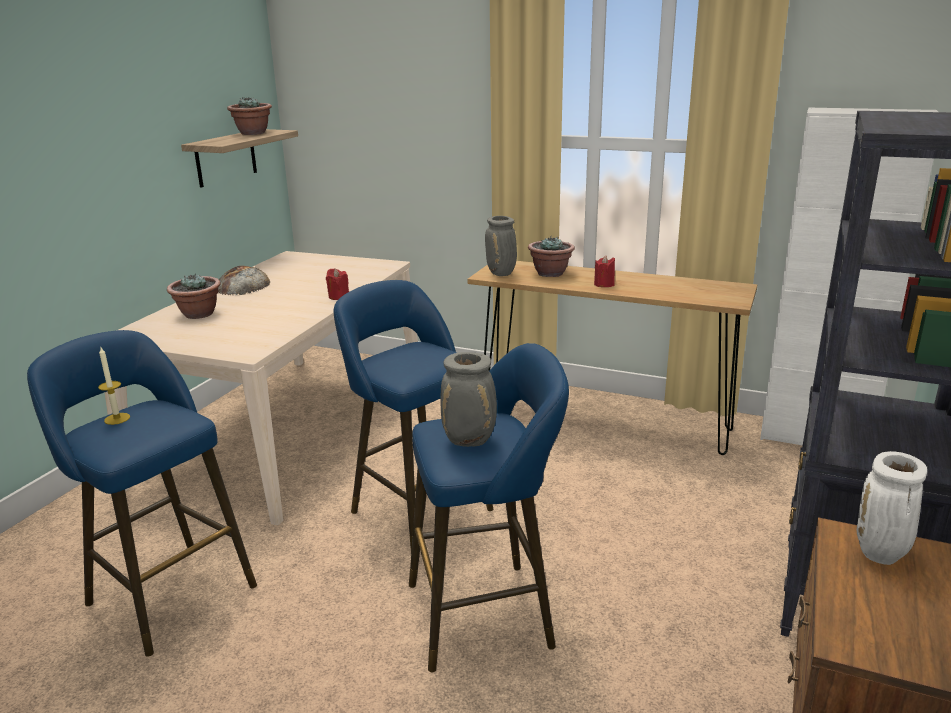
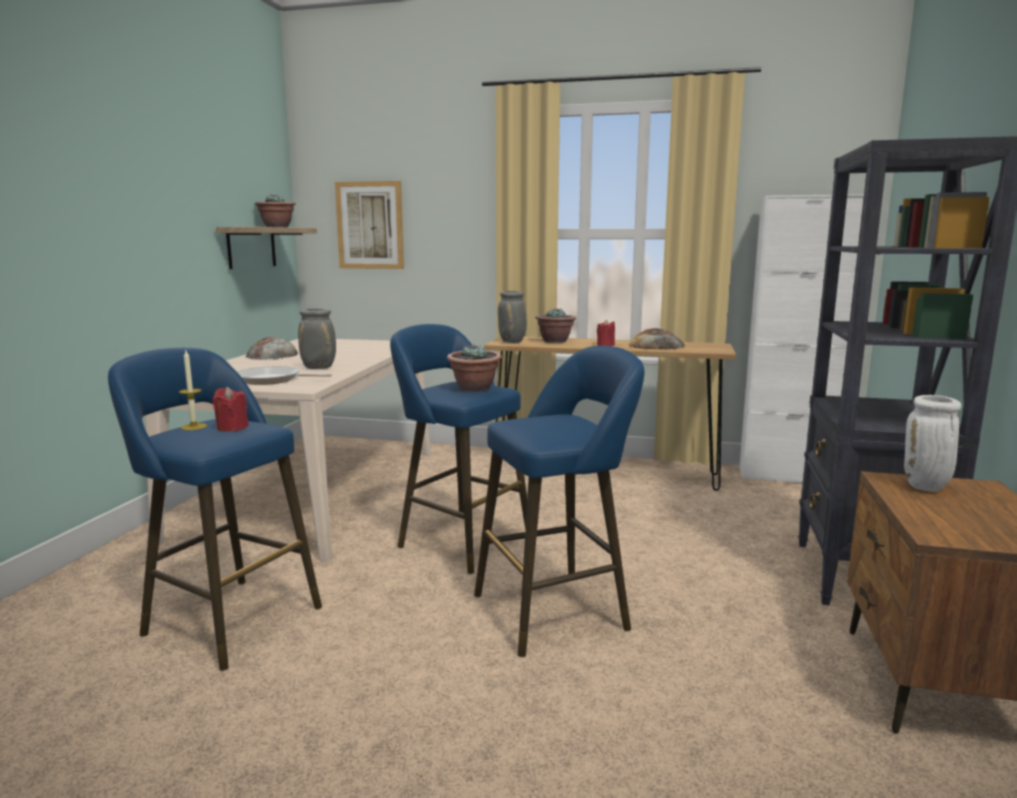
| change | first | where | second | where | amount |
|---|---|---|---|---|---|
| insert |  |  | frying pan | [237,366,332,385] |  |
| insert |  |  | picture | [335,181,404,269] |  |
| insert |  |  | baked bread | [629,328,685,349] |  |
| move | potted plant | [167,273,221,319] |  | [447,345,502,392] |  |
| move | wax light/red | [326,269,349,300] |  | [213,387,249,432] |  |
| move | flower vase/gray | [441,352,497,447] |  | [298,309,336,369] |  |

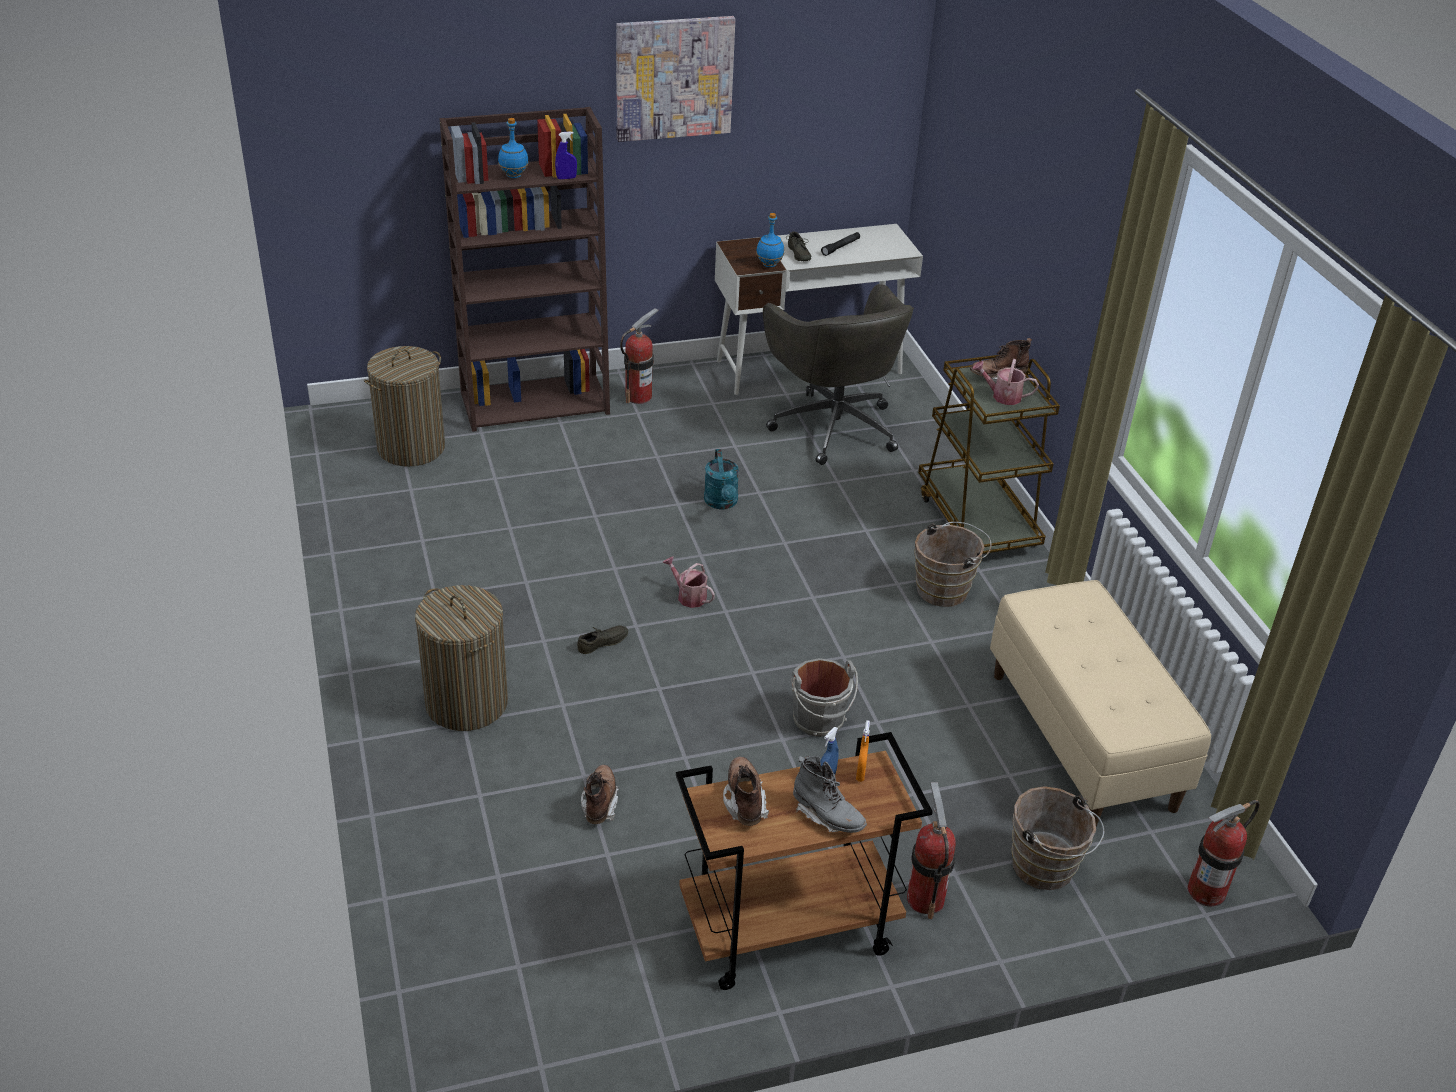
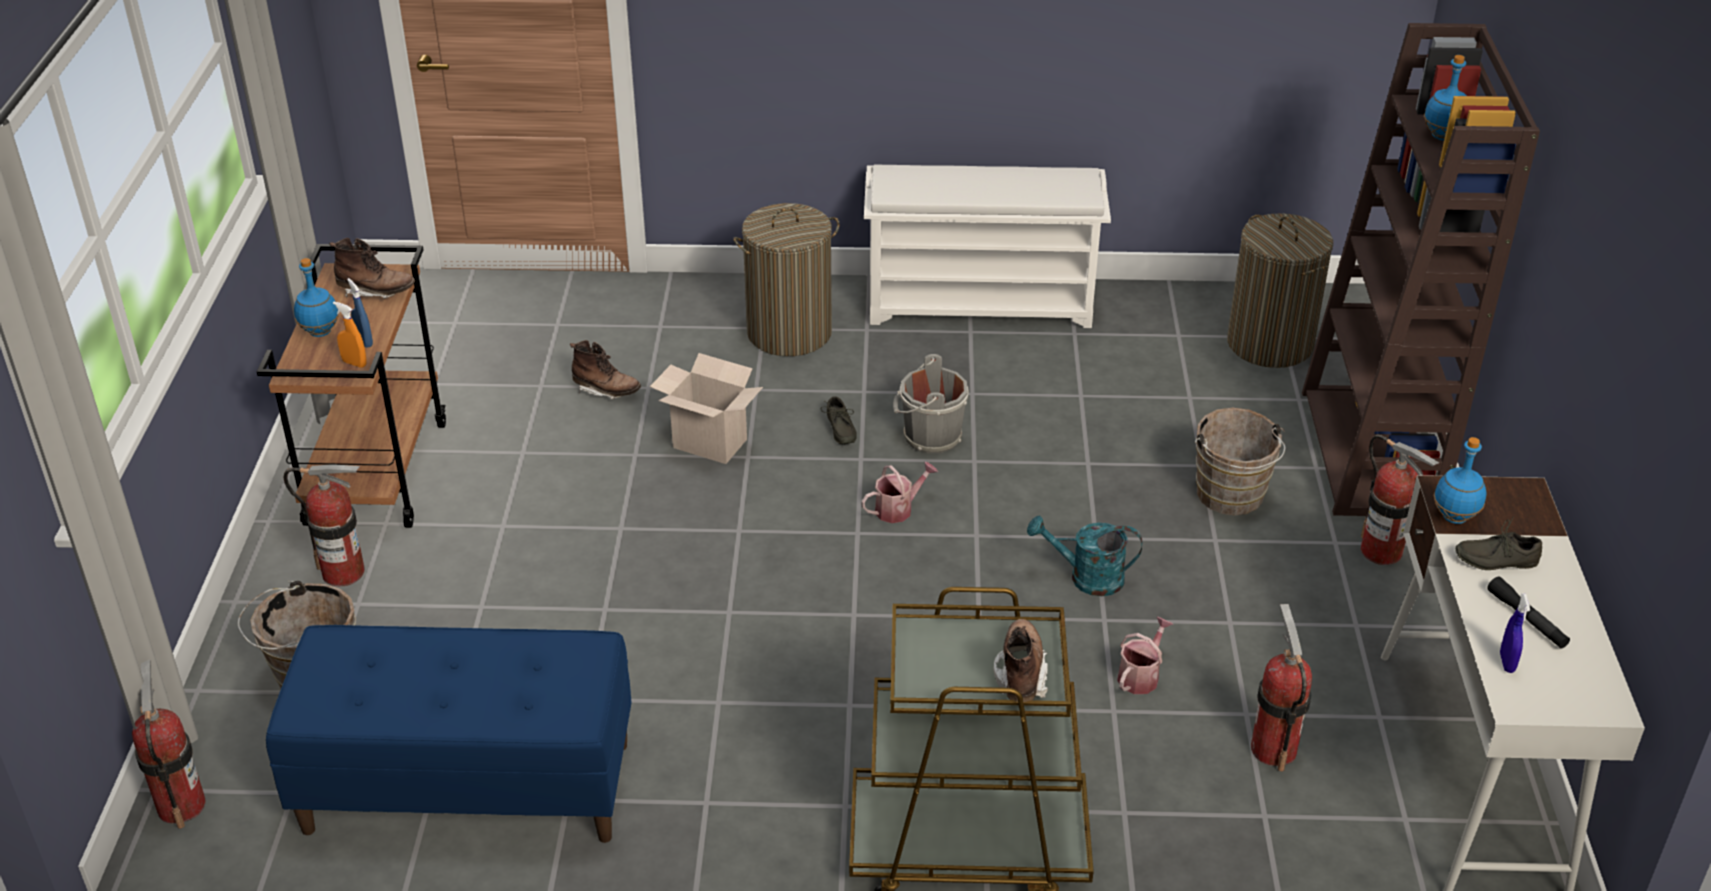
| change | first | where | second | where | amount |
|---|---|---|---|---|---|
| delete | picture | [616,16,735,142] |  |  |  |
| insert |  |  | cardboard box | [650,353,763,464] |  |
| insert |  |  | shoe rack/white-coloured | [864,165,1111,328] |  |
| move | hand sprayer/blue | [555,131,577,179] |  | [1500,593,1530,673] |  |
| move | pail/gray | [791,658,858,737] |  | [893,354,969,453] |  |
| move | pail/brownish | [914,522,992,607] |  | [1195,408,1285,515] |  |
| move | sprinkling can | [972,359,1039,405] |  | [1117,617,1173,694] |  |
| replace | computer chair/gray | [763,284,914,465] | fire-fighting cylinder | [1251,604,1312,772] |  |
| replace | high-top boot/gray | [793,756,867,833] | beverage bottle/blue | [294,258,339,337] |  |
| recolor | bench/beige | [990,580,1211,826] | bench/blue | [266,625,632,843] |  |

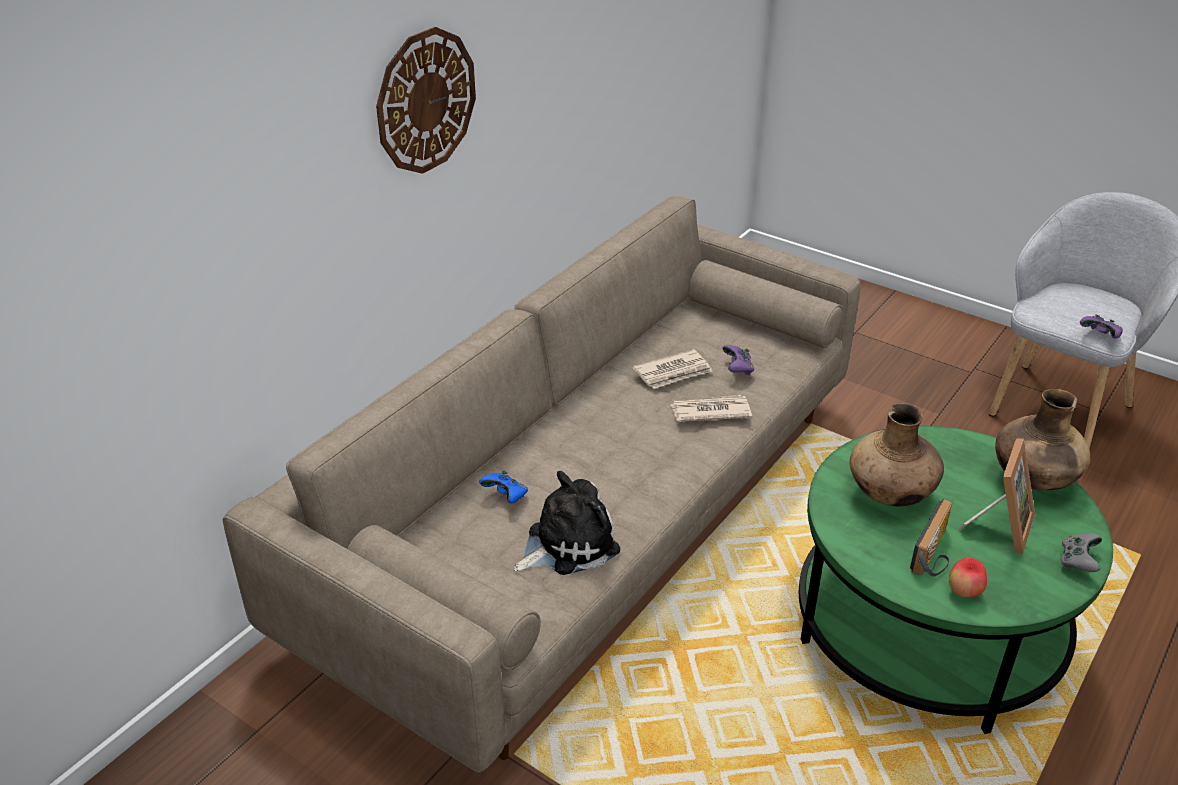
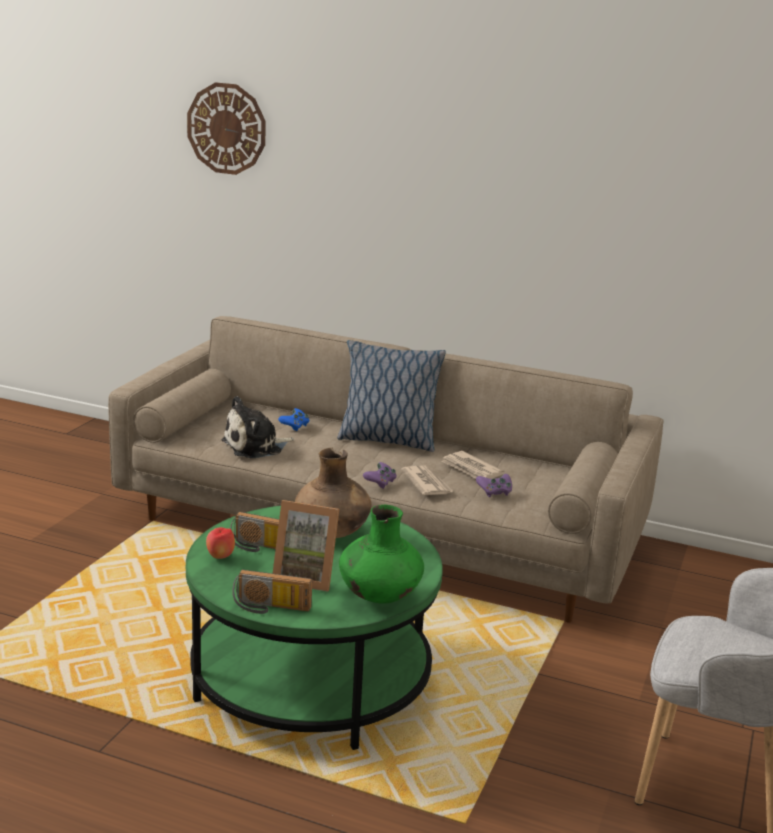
| change | first | where | second | where | amount |
|---|---|---|---|---|---|
| insert |  |  | cushion | [337,340,446,452] |  |
| move | hanging clock | [376,27,476,174] |  | [187,82,266,175] |  |
| move | game controller/purplish | [1080,314,1123,339] |  | [363,462,397,489] |  |
| replace | game controller/gray | [1060,533,1102,572] | radio | [232,570,312,614] |  |
| recolor | flower vase/brownish | [995,389,1090,490] | flower vase/green | [339,505,424,604] |  |
| rotate | soft toy | [514,471,620,575] |  | [222,396,294,458] | 105 degrees clockwise |

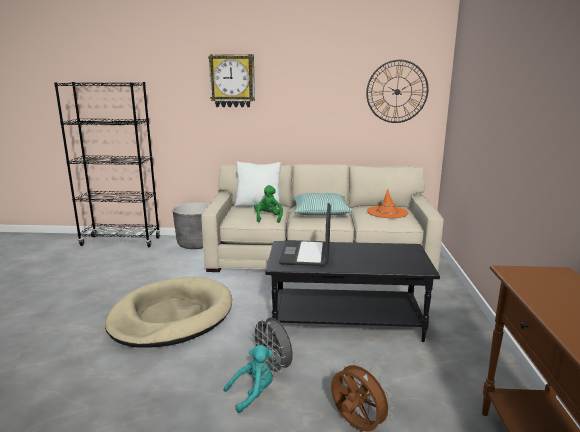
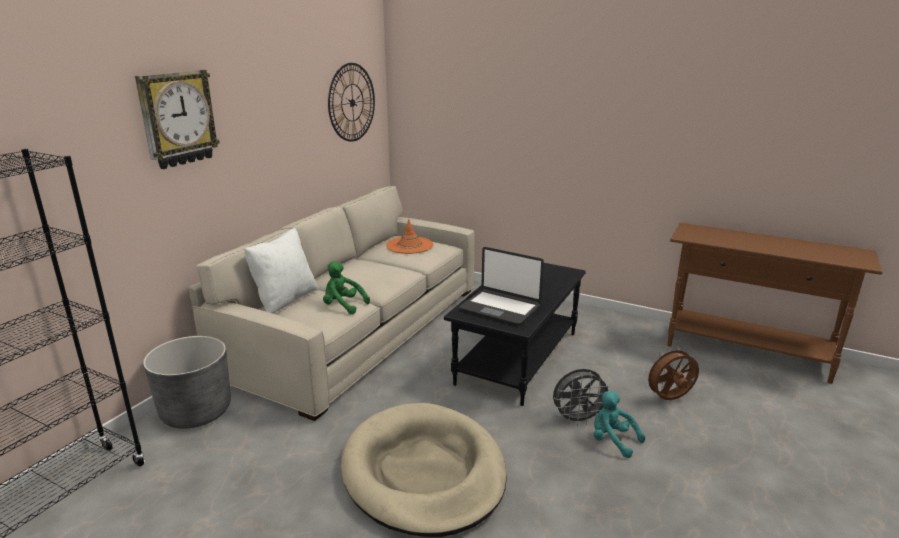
| change | first | where | second | where | amount |
|---|---|---|---|---|---|
| delete | cushion | [293,193,354,216] |  |  |  |
| rotate | soft toy/turquoise-coloured | [224,345,273,413] |  | [594,391,645,458] | 45 degrees counterclockwise |

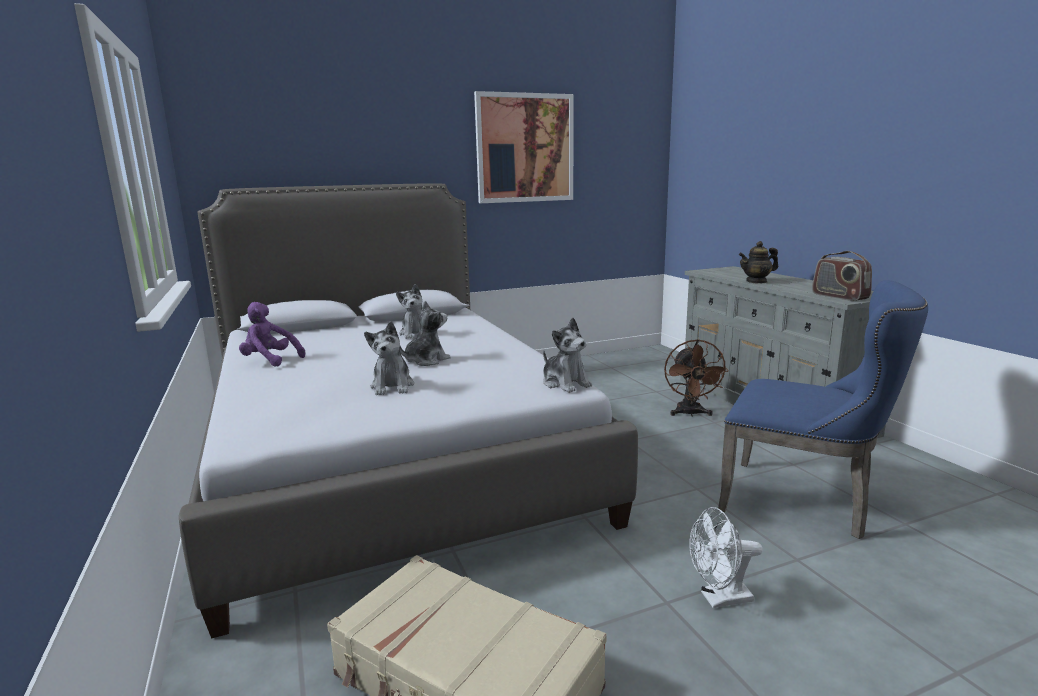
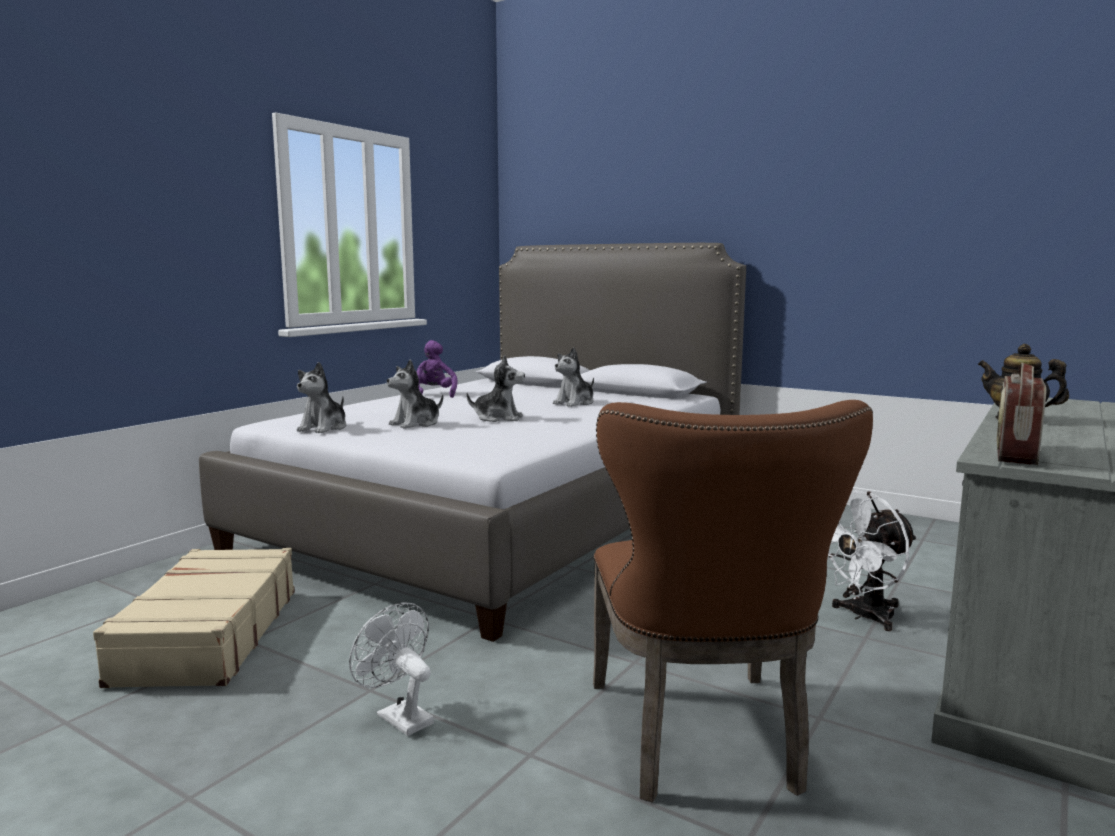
| change | first | where | second | where | amount |
|---|---|---|---|---|---|
| delete | picture | [474,91,574,203] |  |  |  |
| move | soft toy | [543,318,592,393] |  | [297,362,346,433] |  |
| recolor | fan/brownish | [664,339,729,417] | fan/white-coloured | [827,490,917,631] |  |
| recolor | upright chair/blue | [718,280,928,539] | upright chair/brownish | [593,400,873,803] |  |

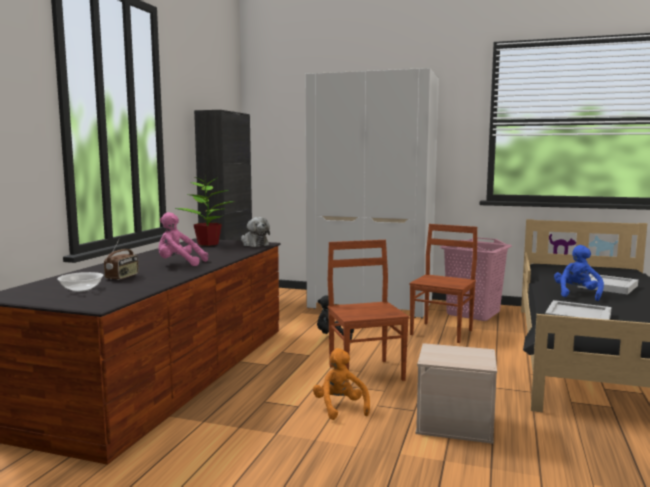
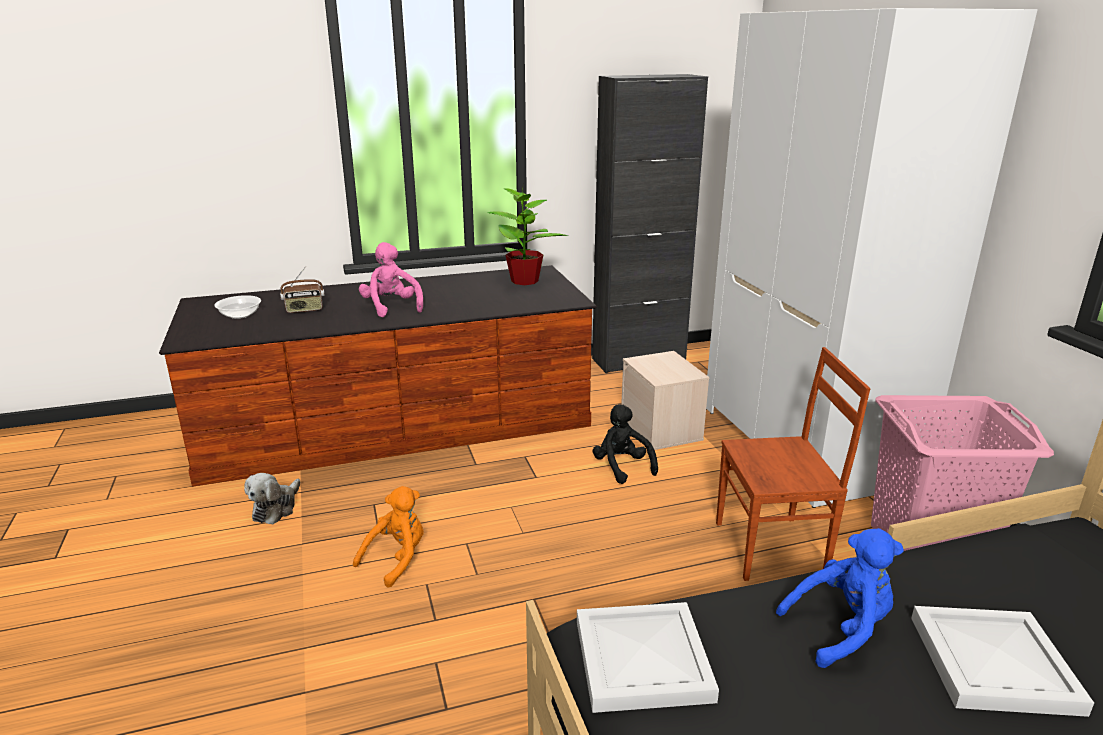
| change | first | where | second | where | amount |
|---|---|---|---|---|---|
| delete | upright chair/brownish | [328,240,409,381] |  |  |  |
| move | soft toy | [241,217,270,247] |  | [244,473,301,524] |  |
| move | storage container/beige | [415,343,497,444] |  | [621,351,709,450] |  |

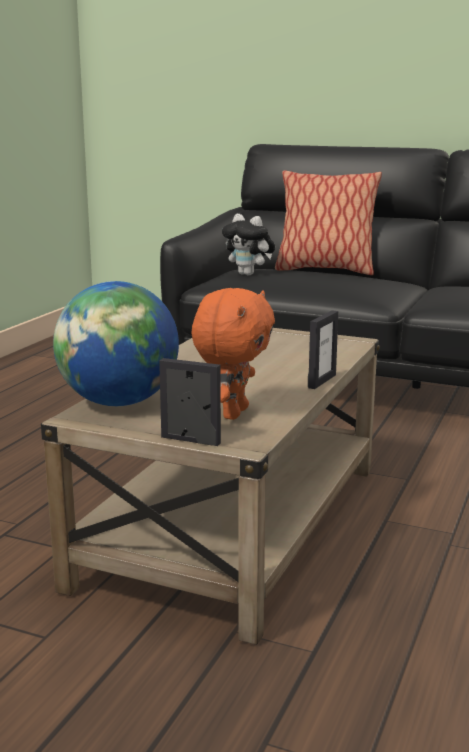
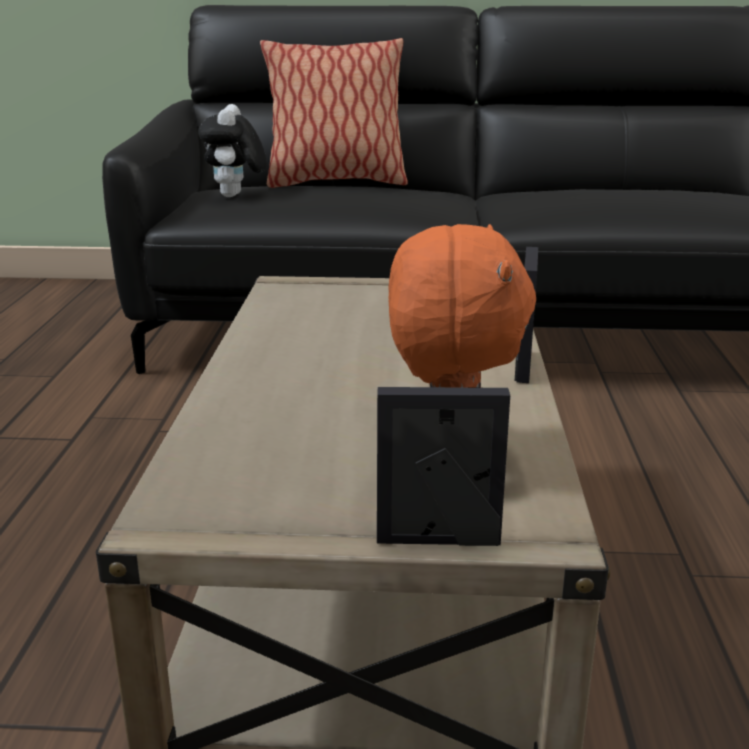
| change | first | where | second | where | amount |
|---|---|---|---|---|---|
| delete | world globe | [53,281,179,406] |  |  |  |
| rotate | soft toy | [222,214,275,275] |  | [198,104,267,197] | 75 degrees clockwise |

